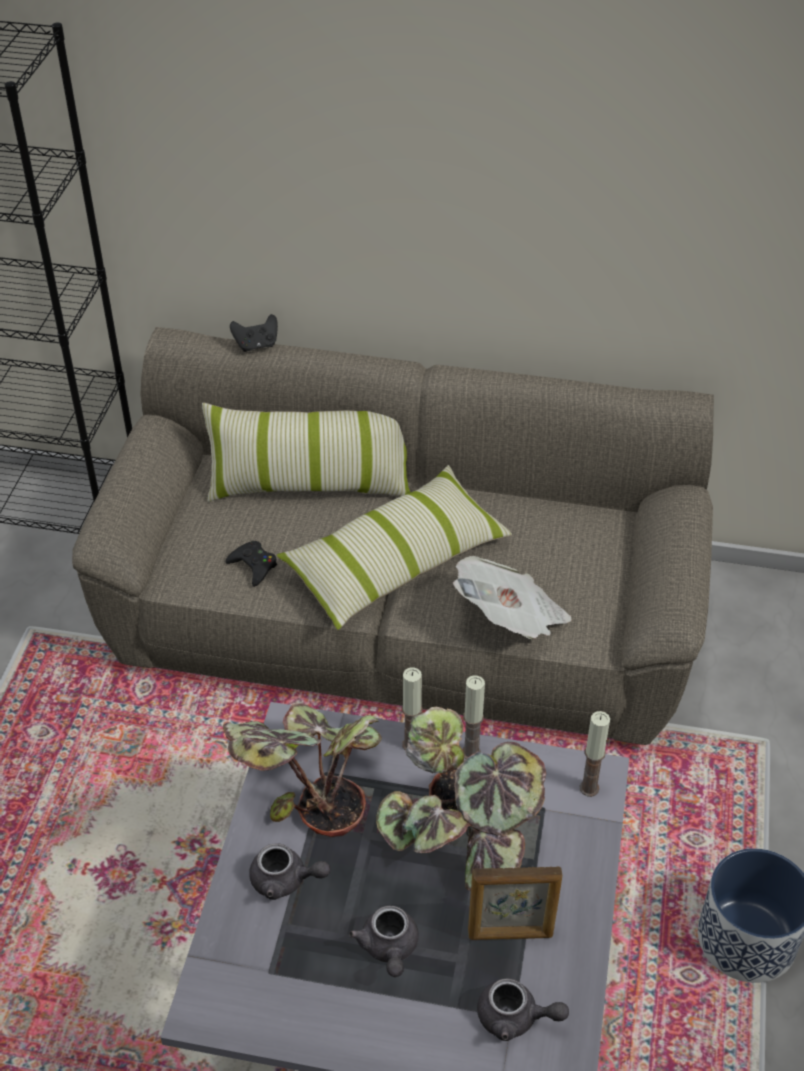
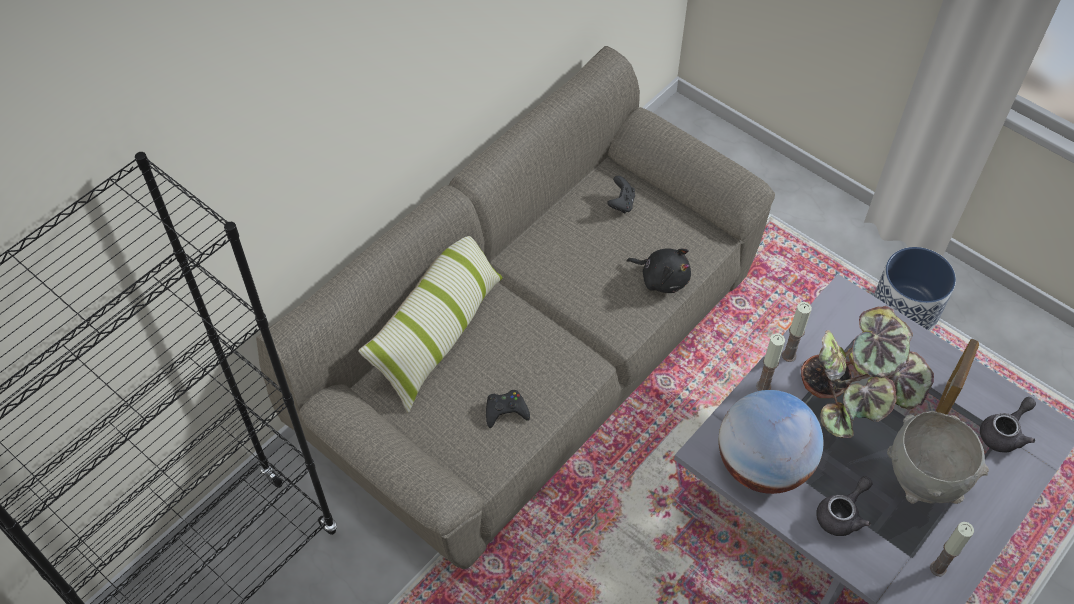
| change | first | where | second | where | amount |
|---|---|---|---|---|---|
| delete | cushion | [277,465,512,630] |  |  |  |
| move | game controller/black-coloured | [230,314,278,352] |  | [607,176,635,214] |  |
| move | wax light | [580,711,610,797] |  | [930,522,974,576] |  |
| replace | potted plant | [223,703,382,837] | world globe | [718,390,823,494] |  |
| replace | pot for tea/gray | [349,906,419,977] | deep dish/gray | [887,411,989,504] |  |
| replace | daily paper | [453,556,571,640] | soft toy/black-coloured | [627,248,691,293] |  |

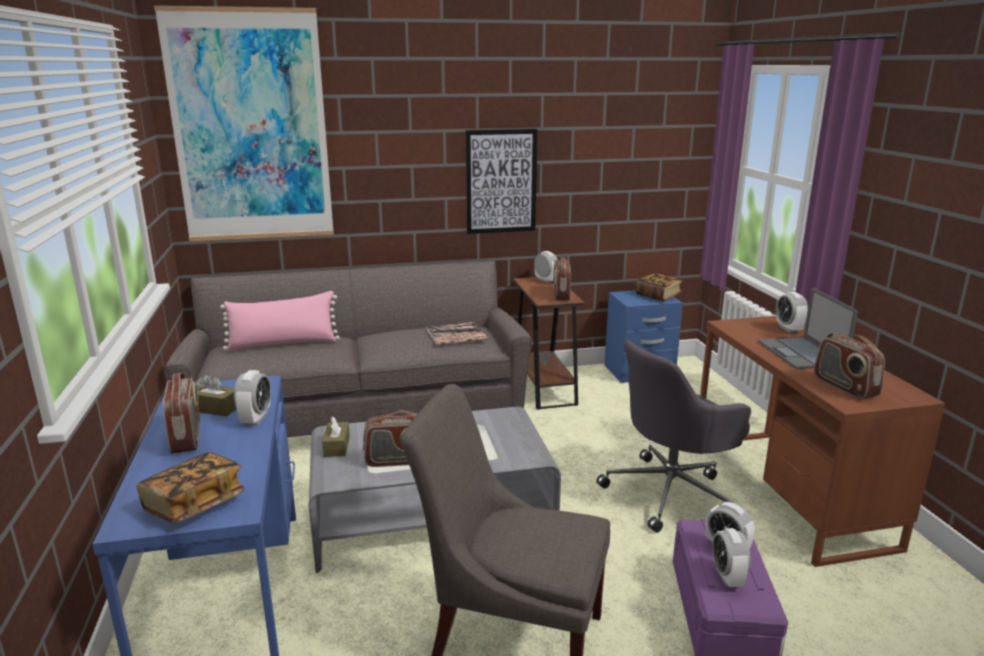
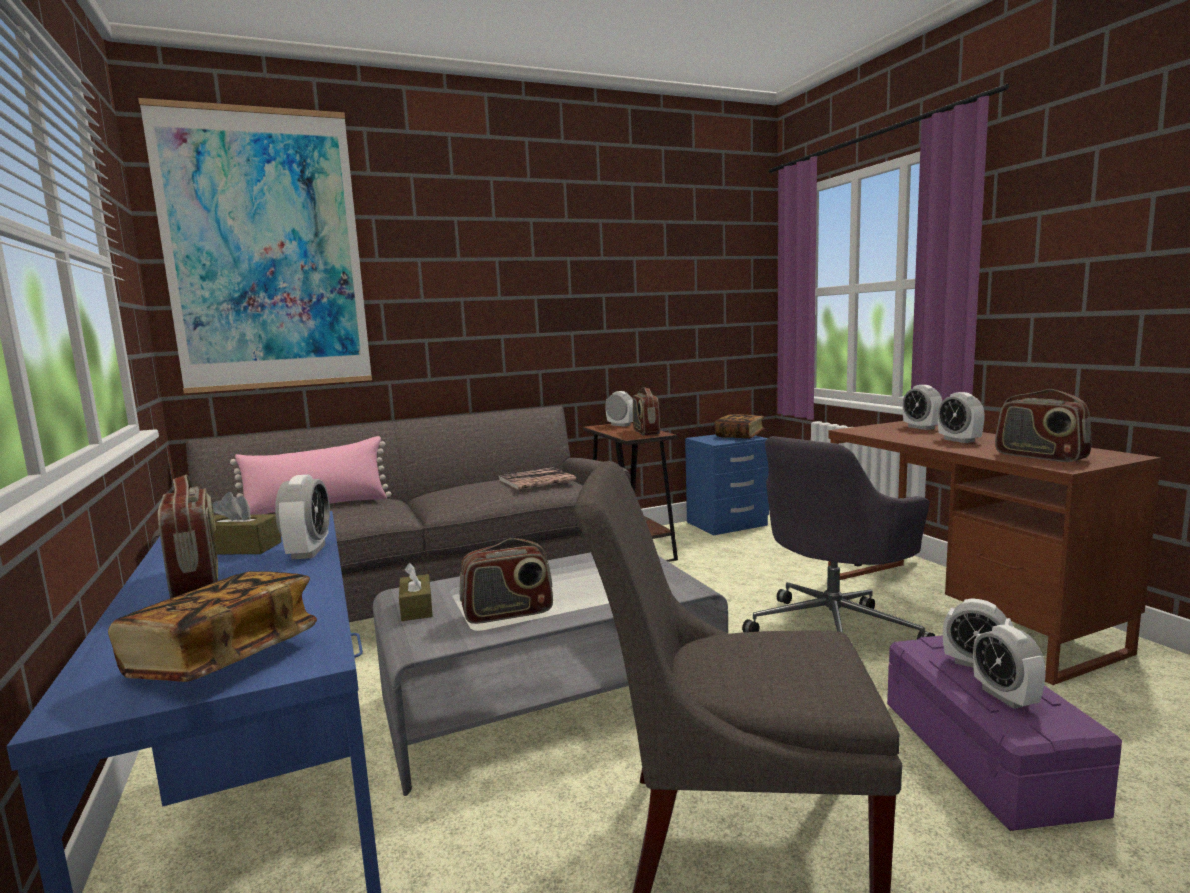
| change | first | where | second | where | amount |
|---|---|---|---|---|---|
| delete | picture | [465,129,537,234] |  |  |  |
| replace | portable computer | [758,288,858,369] | table clock | [938,392,985,443] |  |

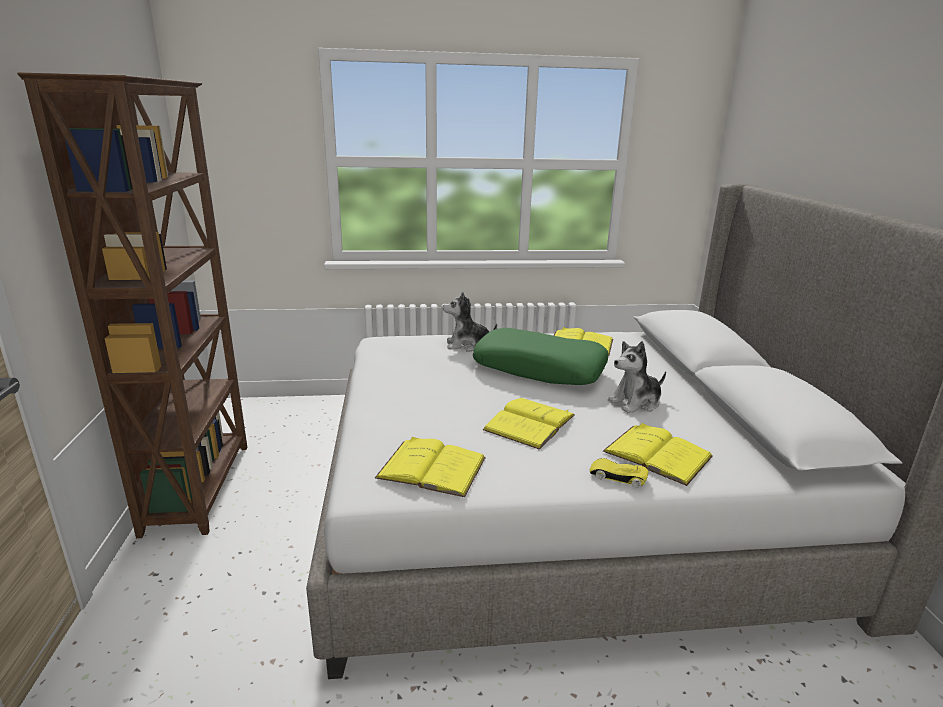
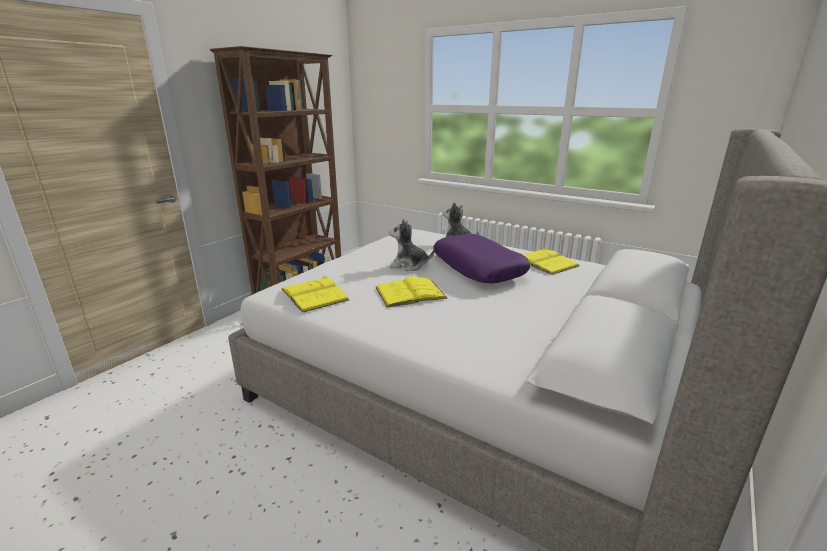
| change | first | where | second | where | amount |
|---|---|---|---|---|---|
| delete | model car/yellow-coloured | [590,458,649,488] |  |  |  |
| delete | book/yellow-coloured | [603,423,713,486] |  |  |  |
| move | soft toy | [608,341,666,413] |  | [388,219,435,271] |  |
| recolor | cushion/green | [473,328,608,385] | cushion/purplish | [433,234,530,283] |  |

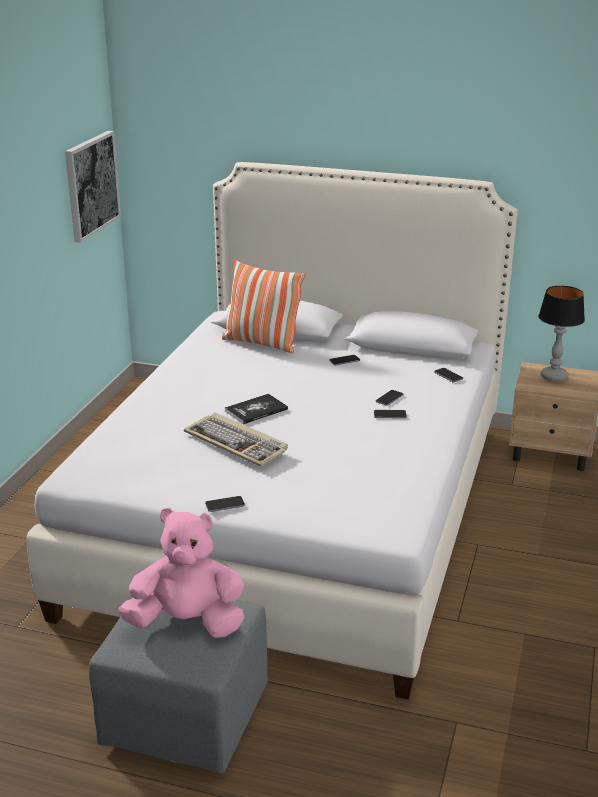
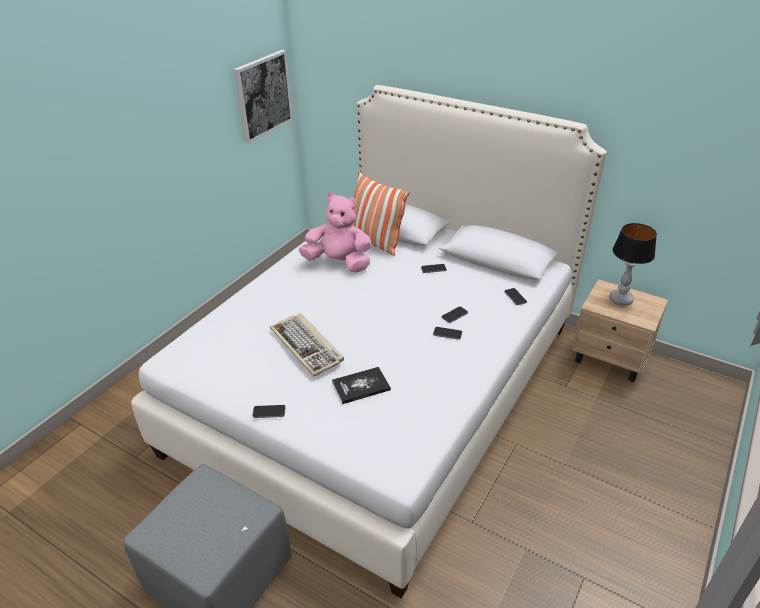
| change | first | where | second | where | amount |
|---|---|---|---|---|---|
| move | soft toy/pink-coloured | [118,508,244,638] |  | [299,192,372,273] |  |
| move | book | [225,394,288,425] |  | [332,367,391,404] |  |

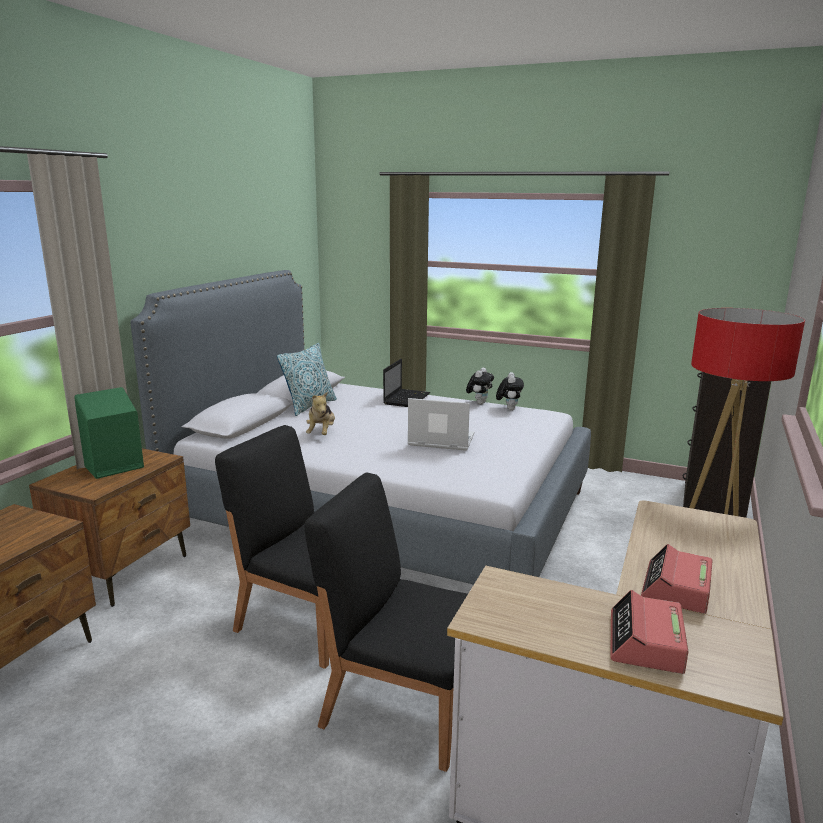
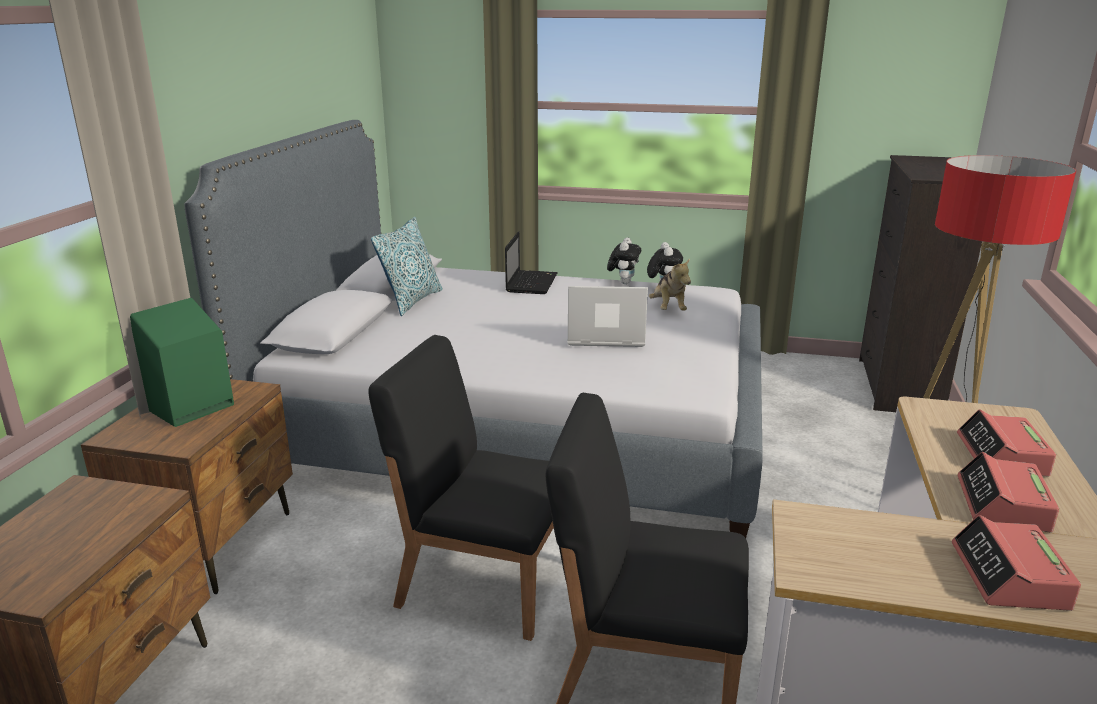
| change | first | where | second | where | amount |
|---|---|---|---|---|---|
| insert |  |  | table clock | [957,409,1056,476] |  |
| move | soft toy | [306,392,335,435] |  | [649,258,691,311] |  |

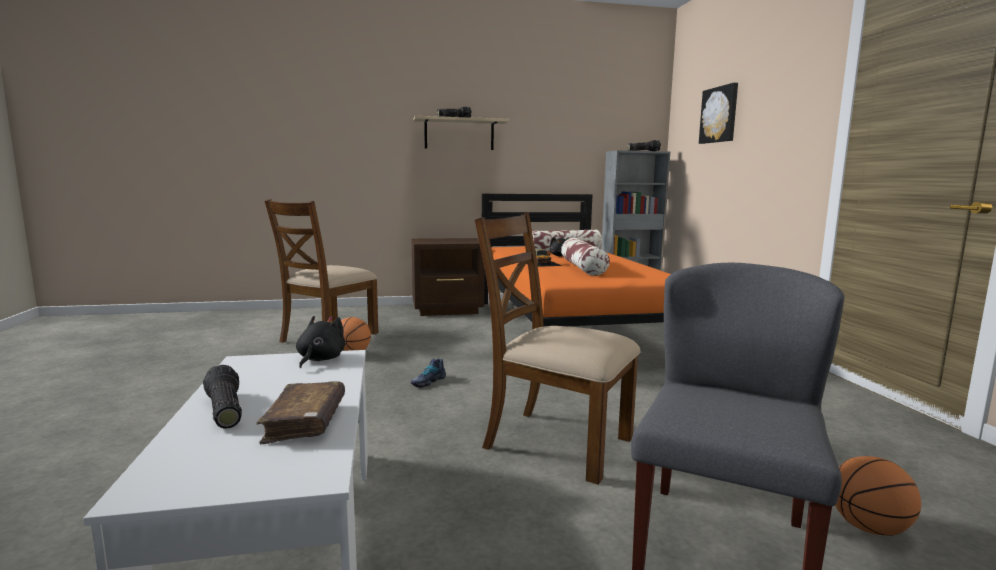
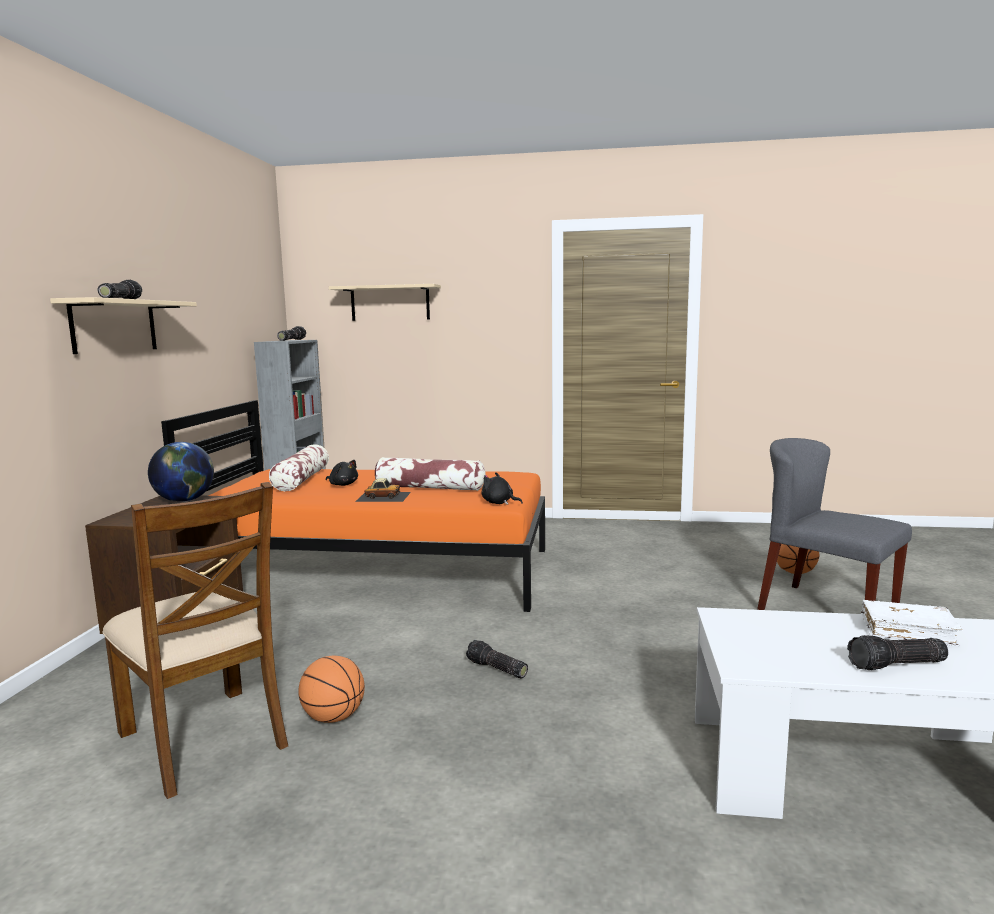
| change | first | where | second | where | amount |
|---|---|---|---|---|---|
| delete | upright chair/brownish | [475,213,641,485] |  |  |  |
| insert |  |  | world globe | [148,442,214,502] |  |
| move | soft toy/black-coloured | [296,316,345,368] |  | [481,472,523,505] |  |
| replace | shoe | [411,359,446,388] | hand torch | [466,640,528,678] |  |
| replace | picture | [699,83,738,144] | bracket shelf/beige | [329,284,441,321] |  |
| recolor | book/brownish | [256,381,345,444] | book/white-coloured | [861,600,963,647] |  |

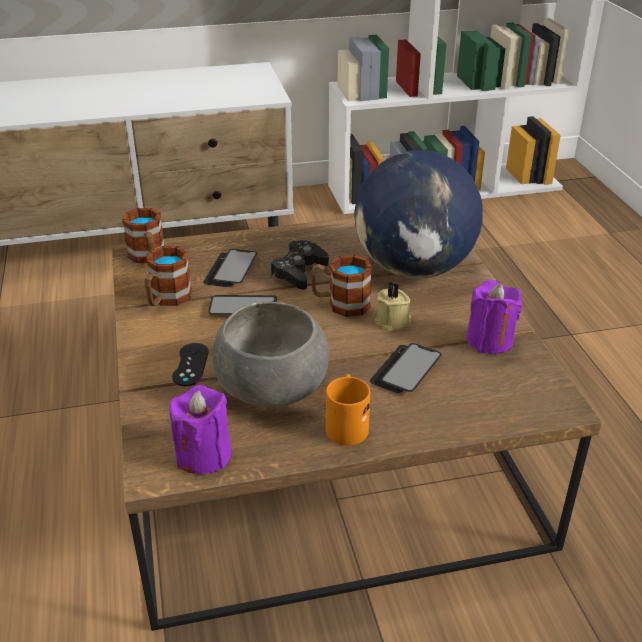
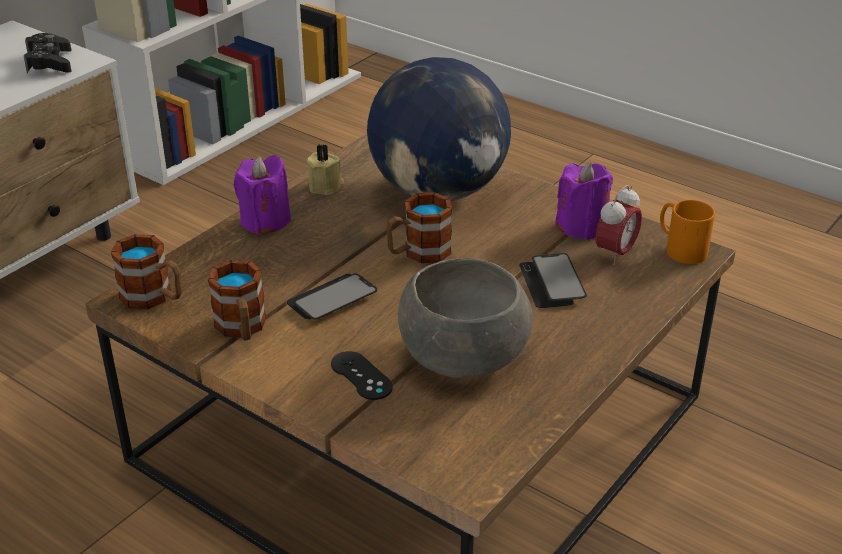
| change | first | where | second | where | amount |
|---|---|---|---|---|---|
| delete | phone | [203,249,257,287] |  |  |  |
| insert |  |  | table clock | [596,185,642,265] |  |
| move | wax light/purplish | [169,385,231,474] |  | [234,155,291,234] |  |
| move | game controller/black-coloured | [270,240,329,290] |  | [24,33,72,73] |  |
| move | coffee mug/orange | [326,374,370,446] |  | [660,200,715,264] |  |
| move | wax light/beige | [375,281,411,331] |  | [307,144,344,195] |  |

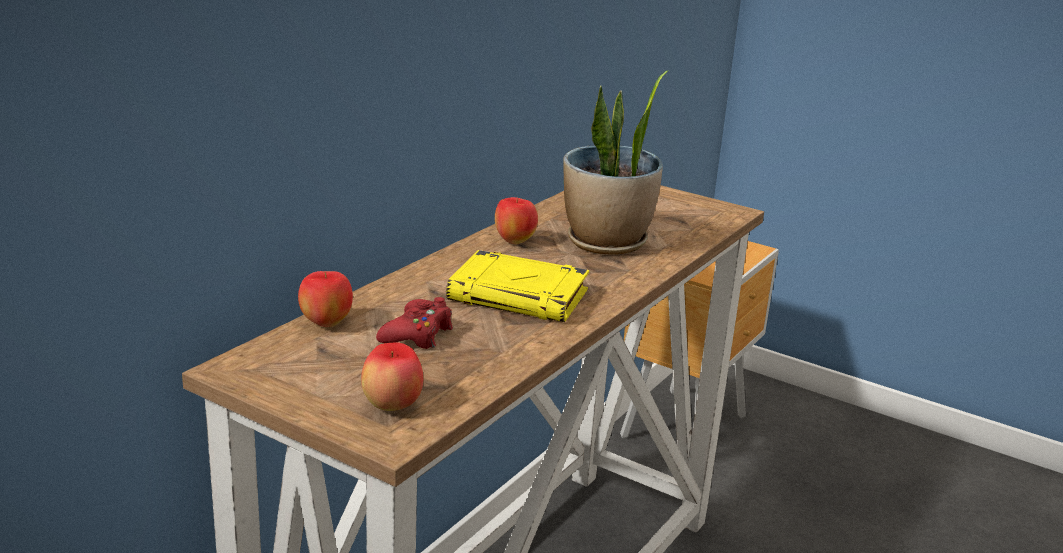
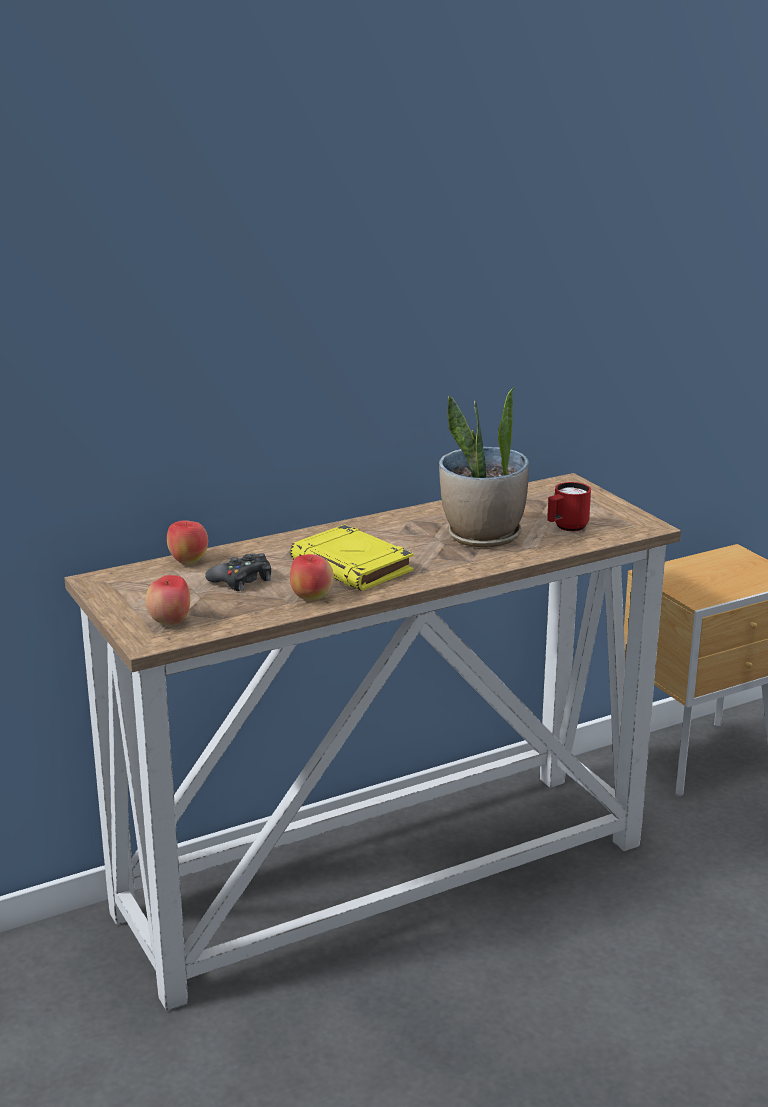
| change | first | where | second | where | amount |
|---|---|---|---|---|---|
| insert |  |  | coffee mug/red | [547,482,591,531] |  |
| move | apple fruit | [495,197,538,244] |  | [290,554,334,601] |  |
| recolor | game controller/red | [376,297,453,349] | game controller/black-coloured | [205,553,271,591] |  |

